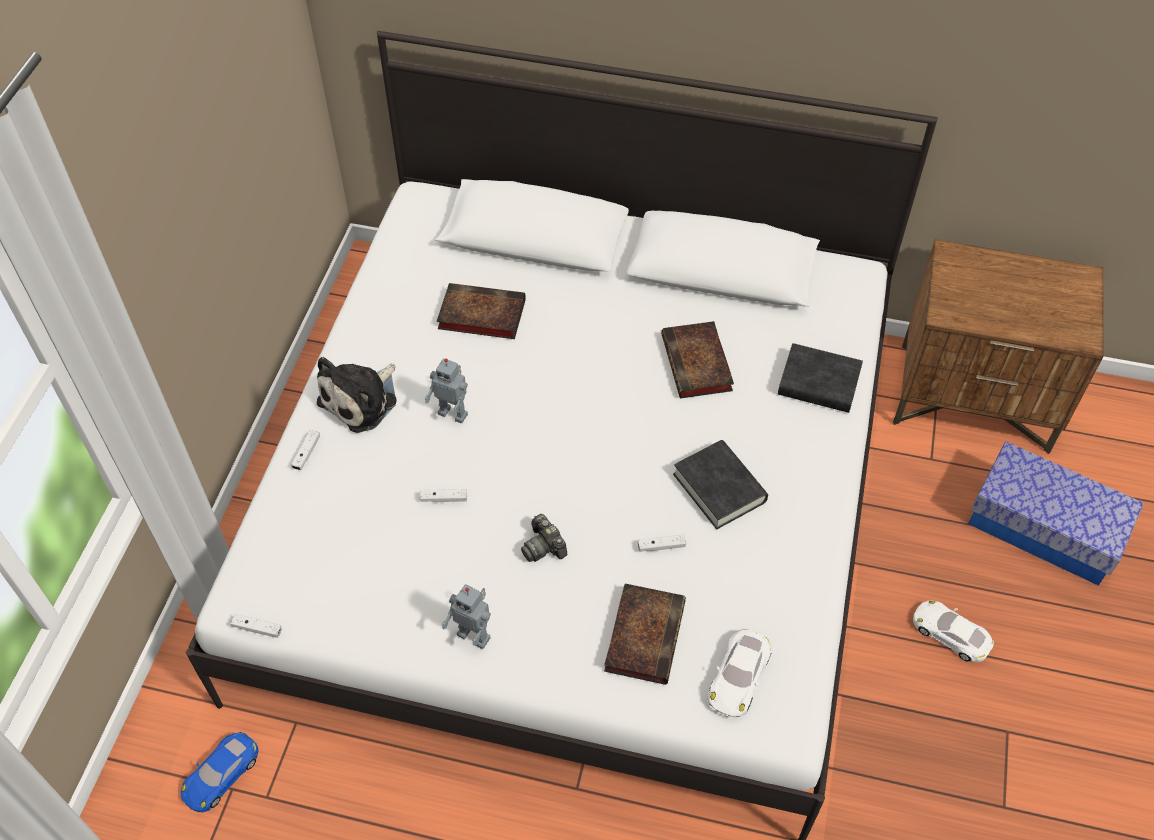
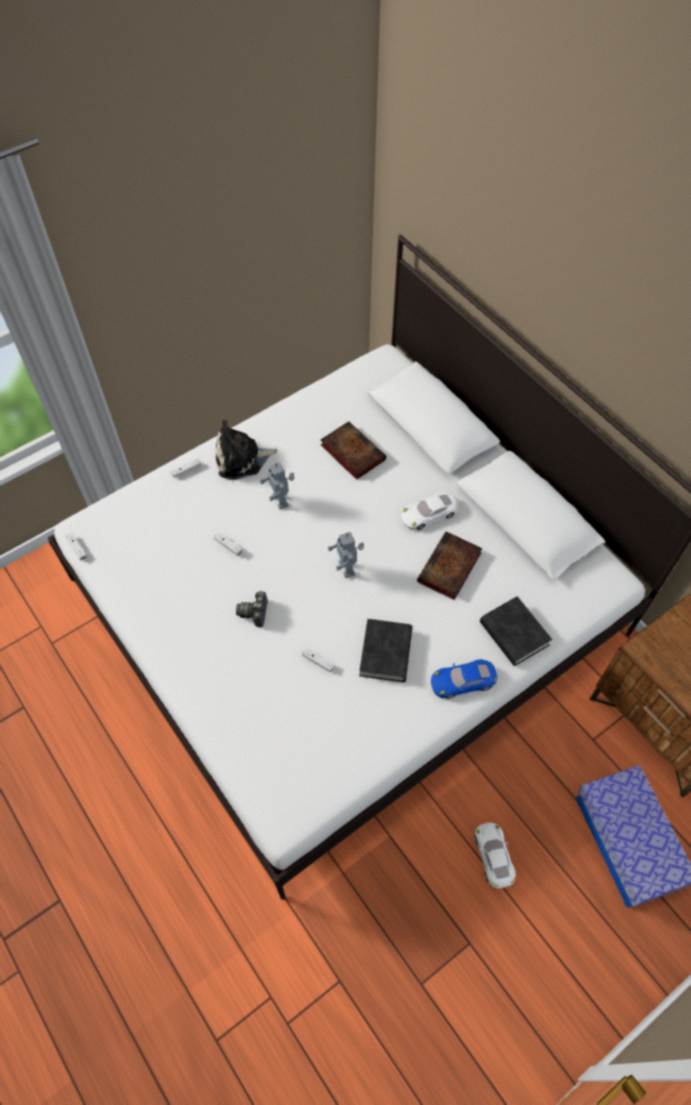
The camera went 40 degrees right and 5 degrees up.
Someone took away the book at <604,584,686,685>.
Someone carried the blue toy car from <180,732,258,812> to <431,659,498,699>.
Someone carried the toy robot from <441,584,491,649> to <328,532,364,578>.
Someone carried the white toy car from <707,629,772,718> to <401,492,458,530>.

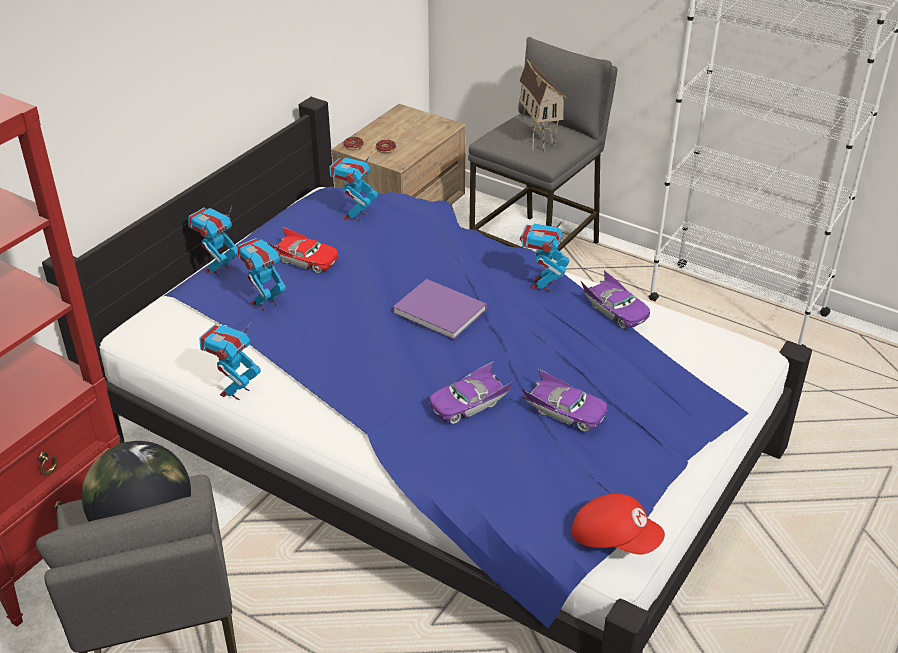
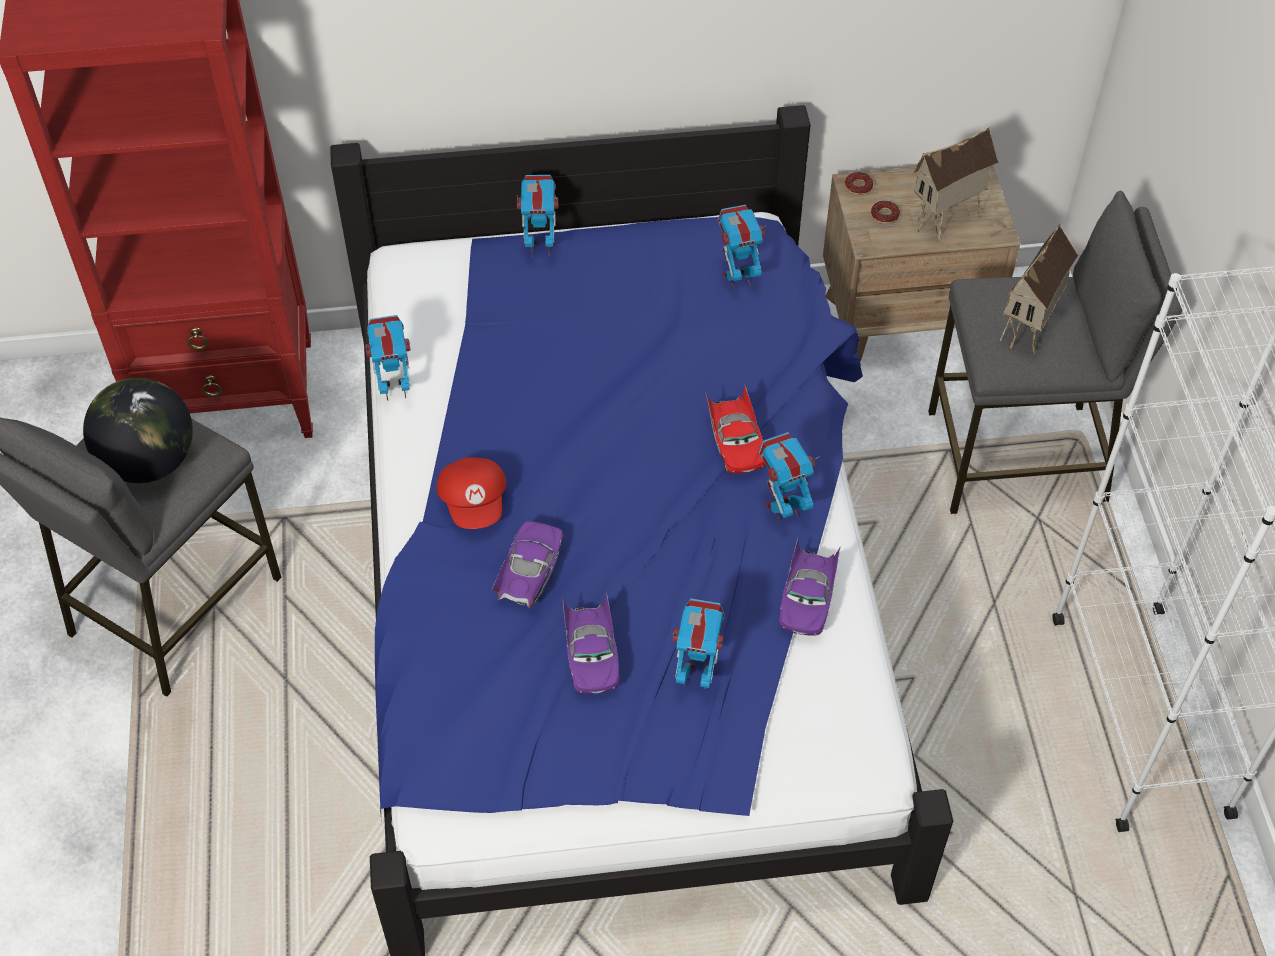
The camera went 50 degrees right and 15 degrees up.
Someone took away the purple book at <393,279,487,339>.
Someone put down the toy house at <914,127,999,242>.
Someone carried the toy robot from <237,238,286,311> to <673,598,725,689>.
Someone carried the red toy car from <266,227,338,274> to <705,385,766,474>.
Someone carried the red cap from <572,494,665,555> to <436,457,507,529>.
Someone rotated the purple toy car at <429,361,514,424> by 90 degrees clockwise.

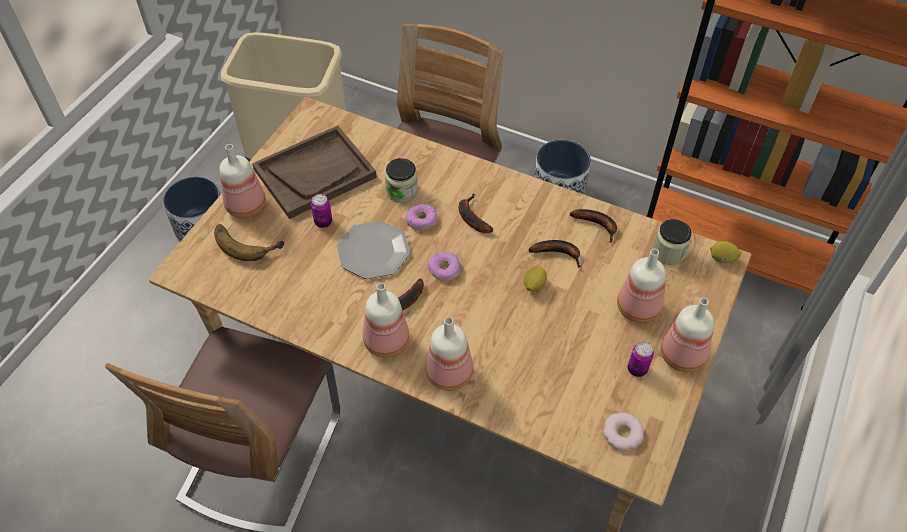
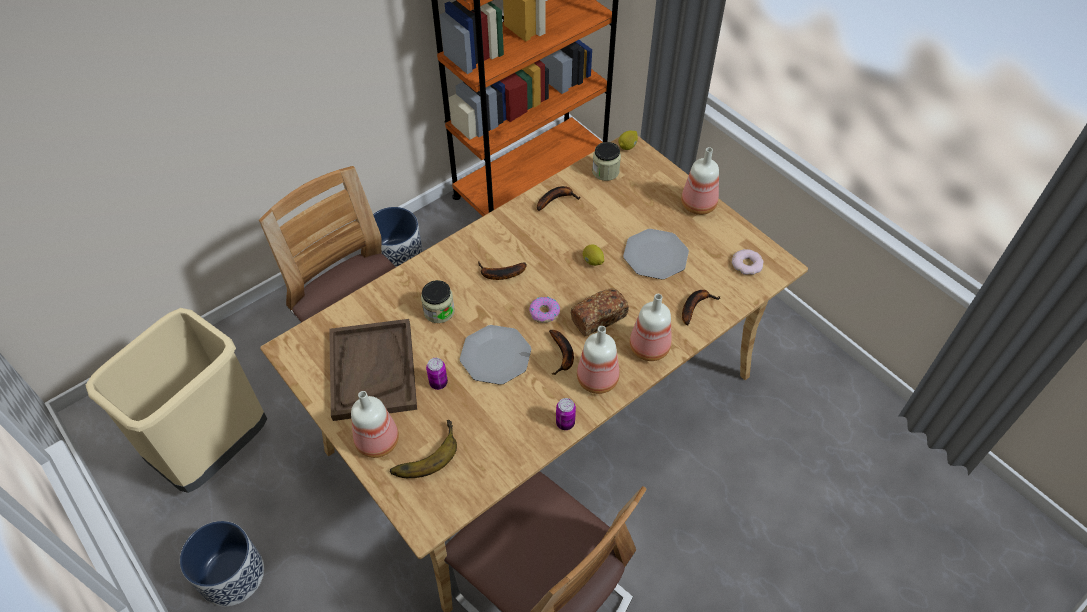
The camera went 65 degrees left and 0 degrees up.
Someone took away the donut at <405,204,437,230>.
Someone took away the bottle at <617,249,666,323>.
Someone put down the bread at <571,288,629,336>.
Someone put down the plate at <623,229,689,279>.
Someone carried the banana from <529,240,581,268> to <682,290,720,325>.
Someone carried the can from <628,342,654,377> to <556,398,576,430>.

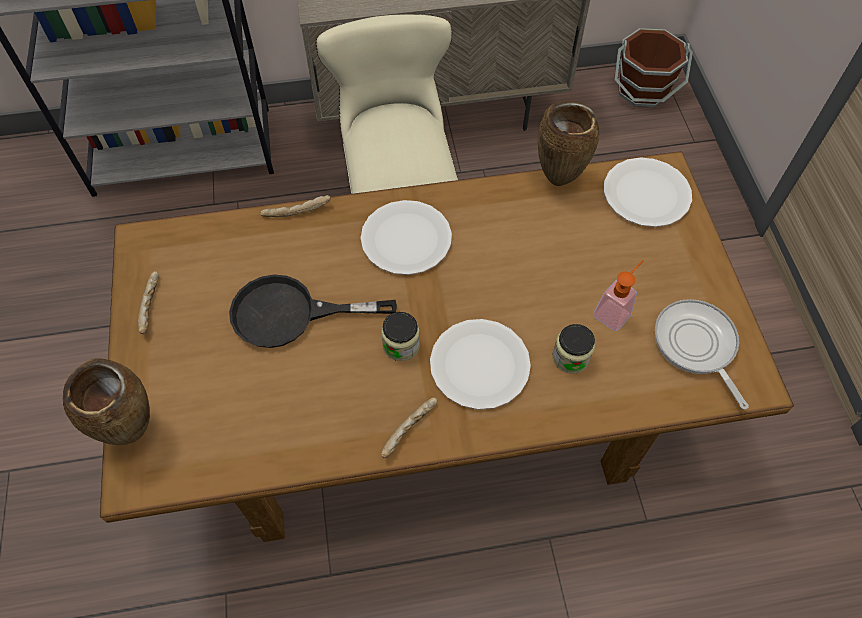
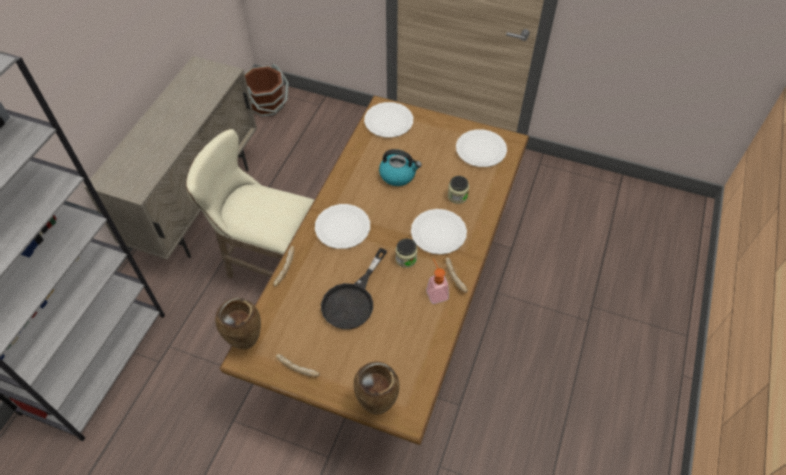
The camera went 60 degrees left and 5 degrees down.
Someone put down the kettle at <379,149,422,186>.
Someone carried the brown vase from <538,101,600,186> to <215,298,261,350>.
Someone carried the soap dispenser from <593,260,644,331> to <426,258,449,304>.
Someone swapped the frying pan at <655,299,749,410> for the white plate at <456,129,507,167>.

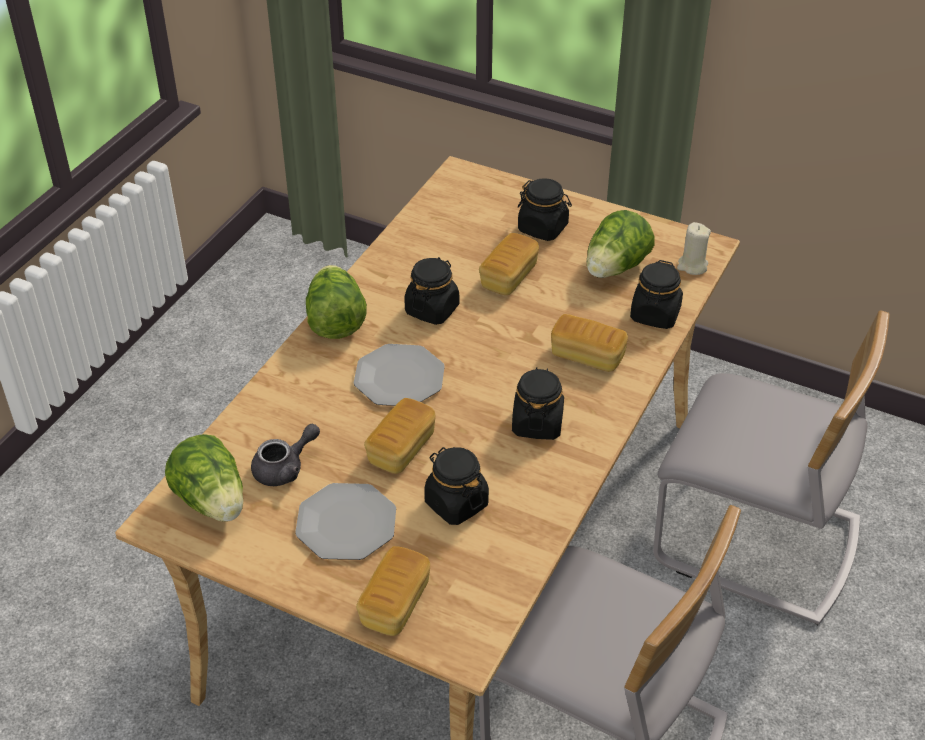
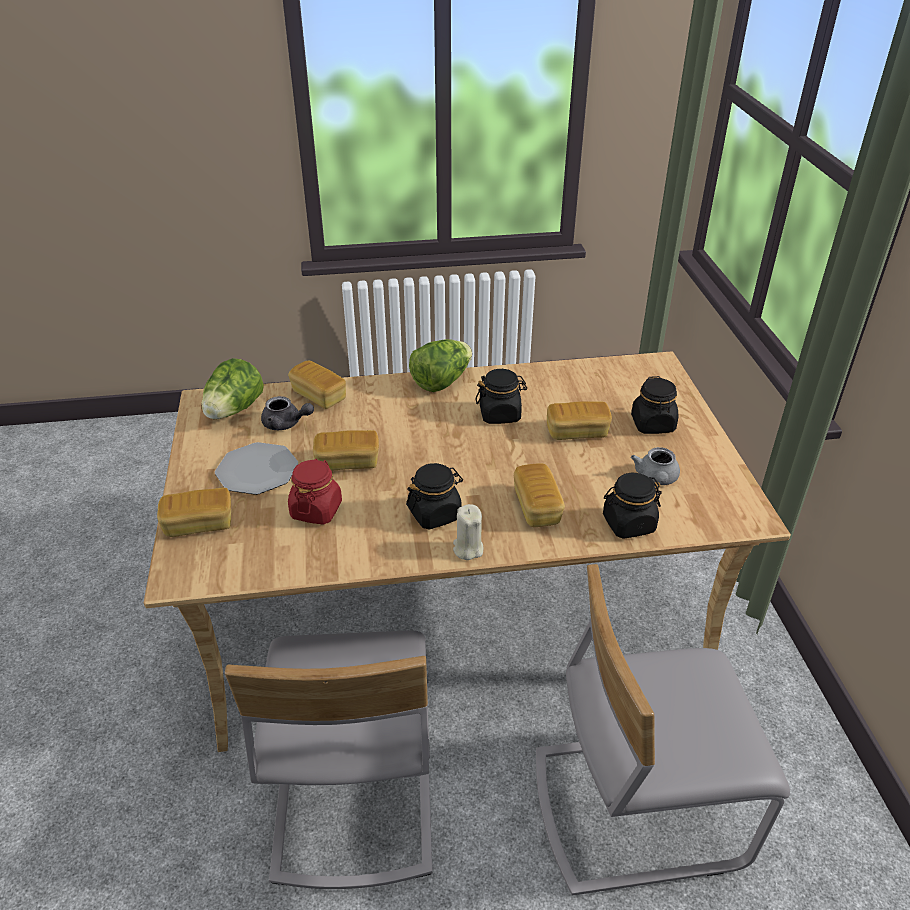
The camera went 55 degrees right and 5 degrees down.
Someone took away the plate at <354,344,445,406>.
Someone put down the bread at <288,361,346,409>.
Someone carried the beige candle from <677,222,711,275> to <453,504,483,560>.
Someone swapped the lettuce at <586,210,655,278> for the grey teapot at <631,447,680,485>.
Someone repainted the black jar at <424,447,489,525>, which became the red jar at <288,459,342,525>.
Someone rotated the grey chair at <653,310,890,625> by 90 degrees clockwise.

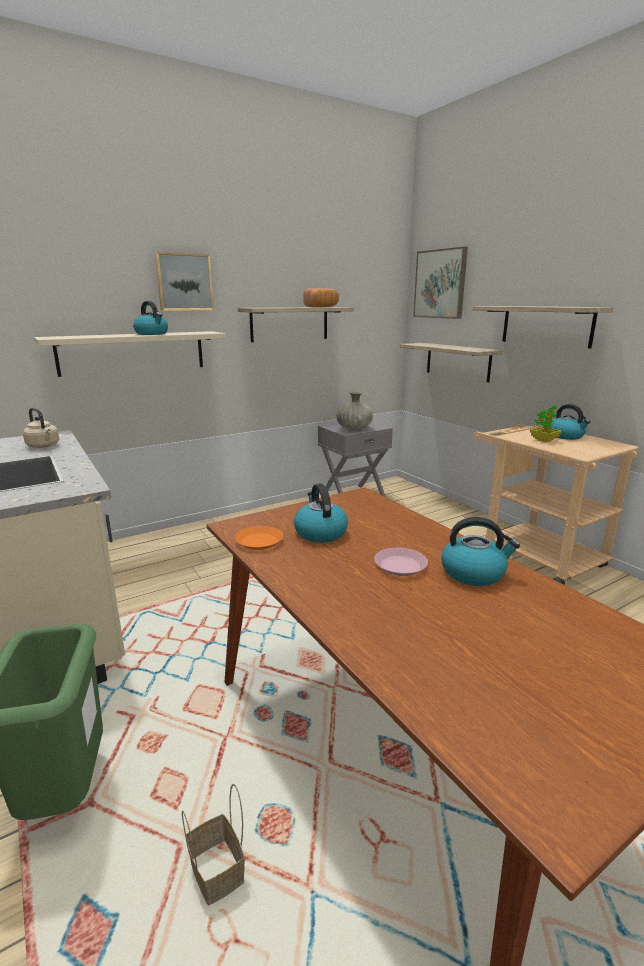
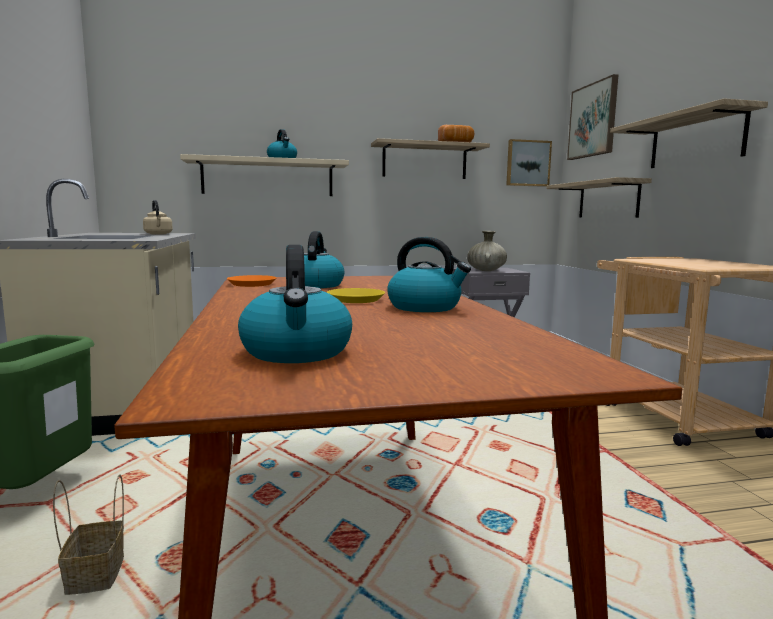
The camera went 20 degrees right and 10 degrees down.
Someone took away the potted plant at <530,405,562,442>.
Someone carried the picture from <155,252,214,311> to <506,139,552,187>.
Someone carried the kettle from <549,404,591,440> to <238,245,352,363>.
Someone repainted the pink plate at <374,548,428,576>, which became the yellow plate at <327,288,385,303>.

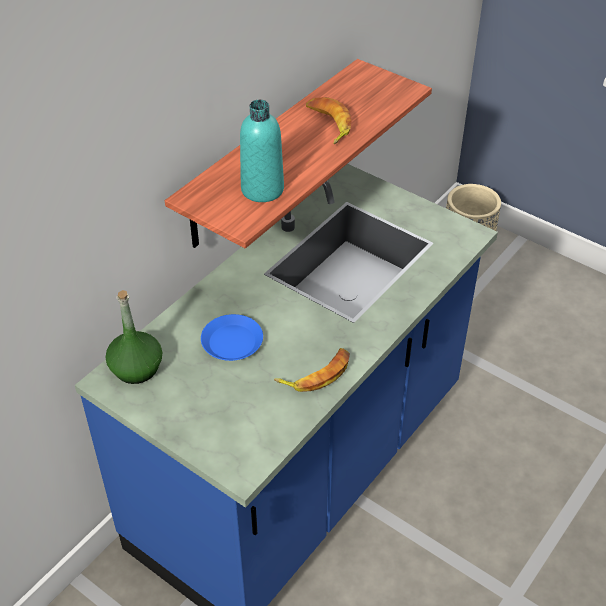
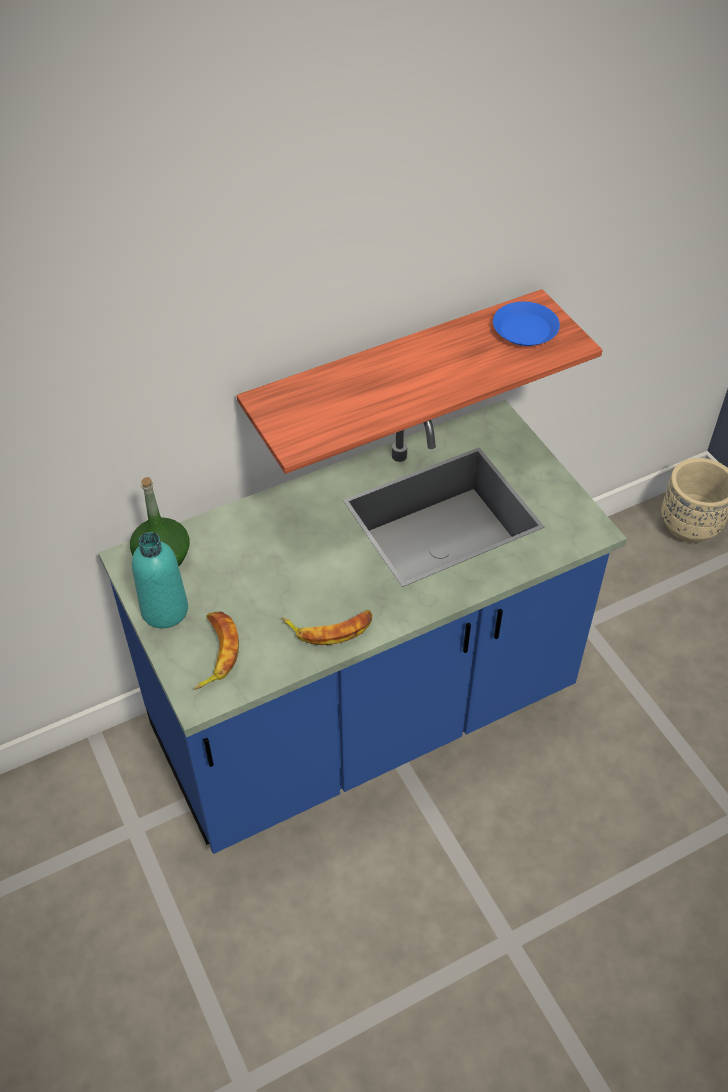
The camera went 25 degrees right and 5 degrees up.
Someone carried the blue plate from <201,314,263,361> to <493,302,560,346>.
Someone carried the turquoise bottle from <240,100,284,202> to <132,532,188,628>.
Someone carried the banana from <306,97,352,144> to <194,612,239,690>.

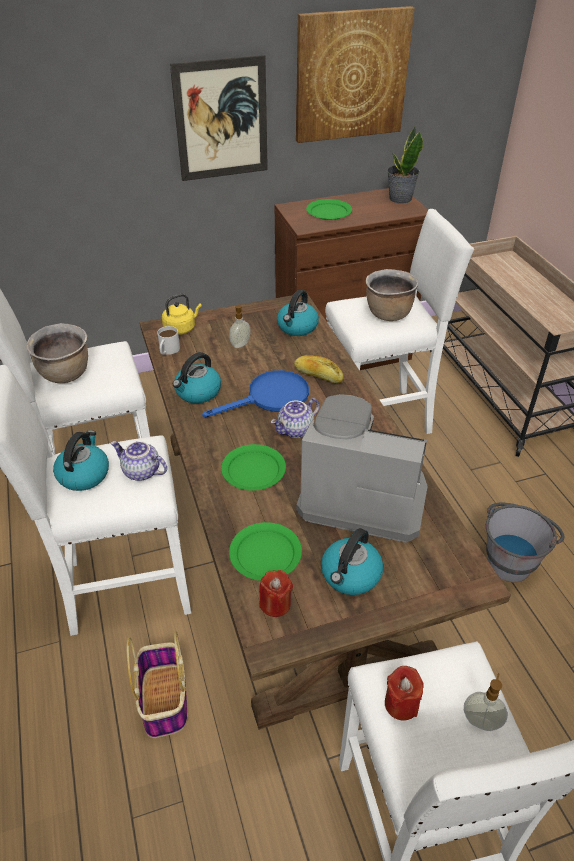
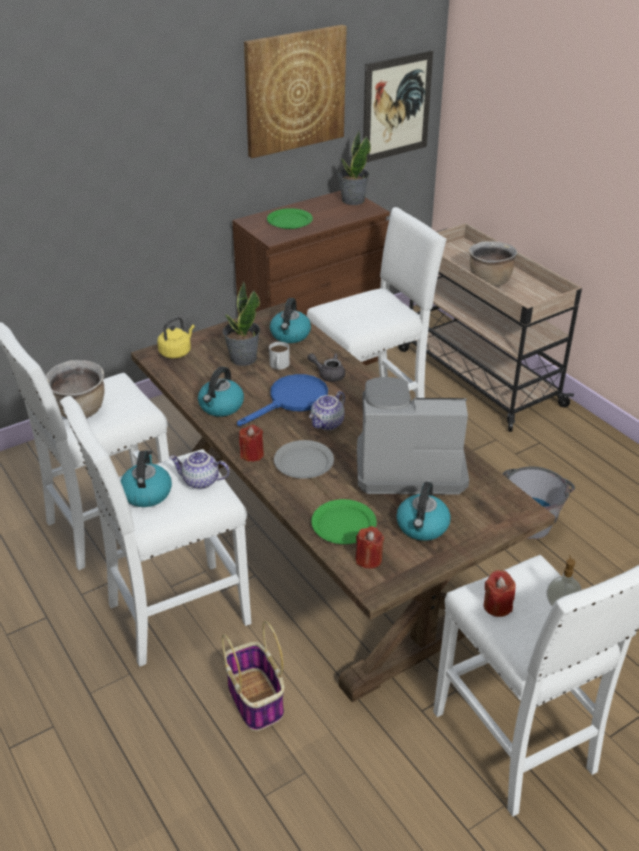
The camera went 15 degrees left and 5 degrees down.
Someone put down the red candle at <239,425,264,462>.
Someone carried the white mug from <157,326,180,355> to <269,342,290,370>.
Someone carried the picture from <170,55,268,181> to <363,50,433,162>.
Someone carried the brown cooking pot from <366,269,418,321> to <469,241,517,287>.
Someone swapped the soap dispenser at <229,305,251,348> for the potted plant at <223,281,260,366>.
Someone swapped the bread at <294,355,344,383> for the grey teapot at <307,353,345,382>.
Someone repainted the green plate at <221,444,286,491>, which became the grey plate at <274,440,334,479>.

